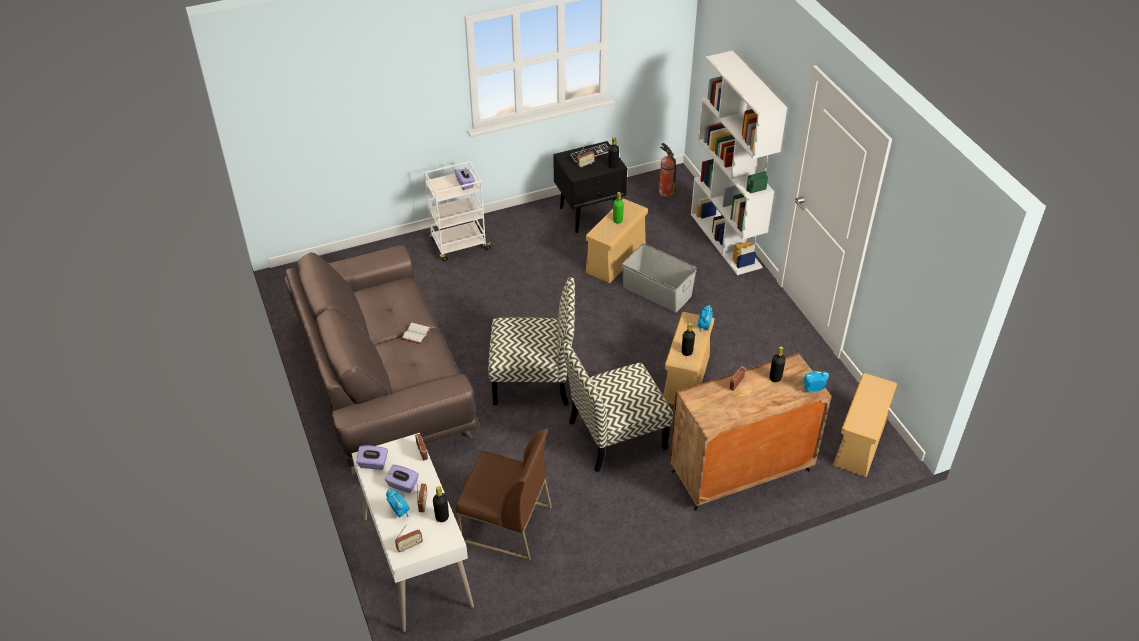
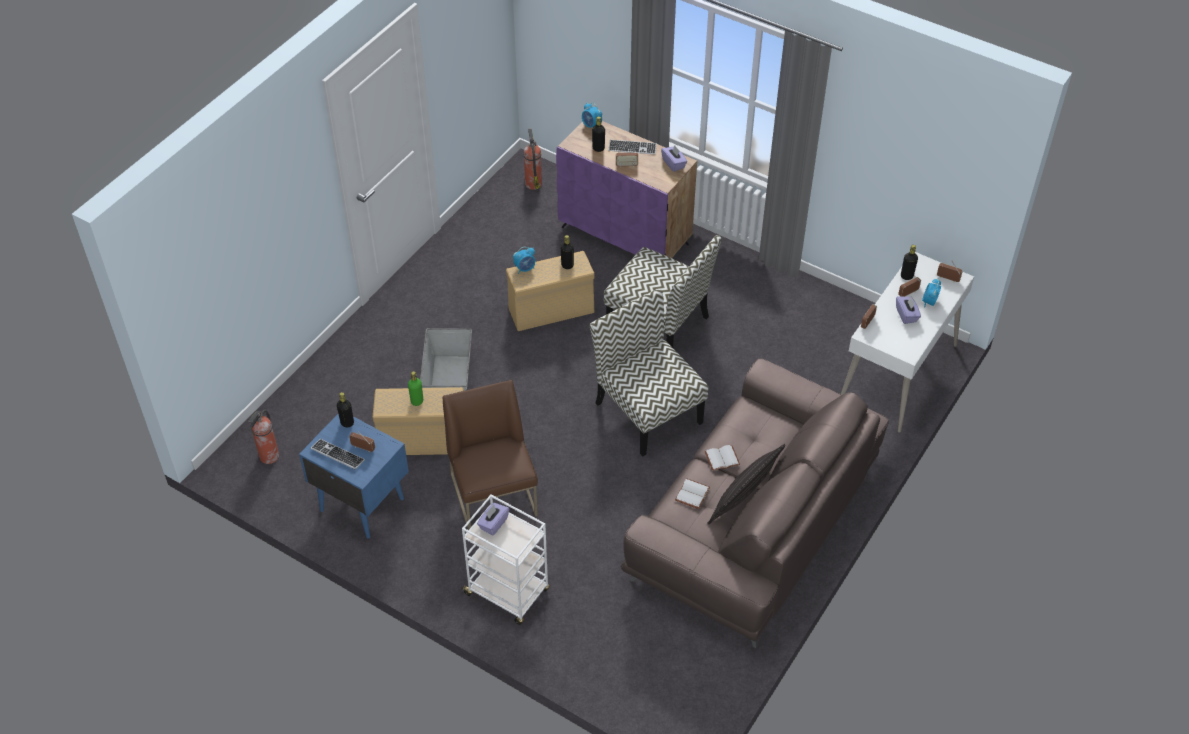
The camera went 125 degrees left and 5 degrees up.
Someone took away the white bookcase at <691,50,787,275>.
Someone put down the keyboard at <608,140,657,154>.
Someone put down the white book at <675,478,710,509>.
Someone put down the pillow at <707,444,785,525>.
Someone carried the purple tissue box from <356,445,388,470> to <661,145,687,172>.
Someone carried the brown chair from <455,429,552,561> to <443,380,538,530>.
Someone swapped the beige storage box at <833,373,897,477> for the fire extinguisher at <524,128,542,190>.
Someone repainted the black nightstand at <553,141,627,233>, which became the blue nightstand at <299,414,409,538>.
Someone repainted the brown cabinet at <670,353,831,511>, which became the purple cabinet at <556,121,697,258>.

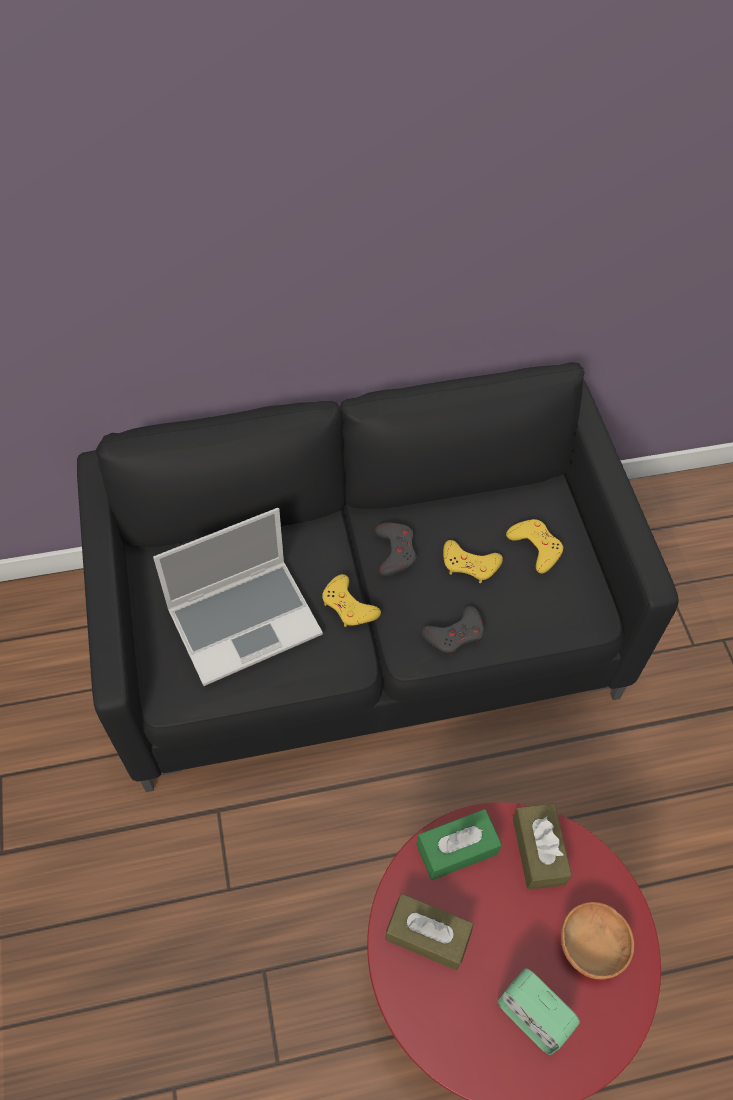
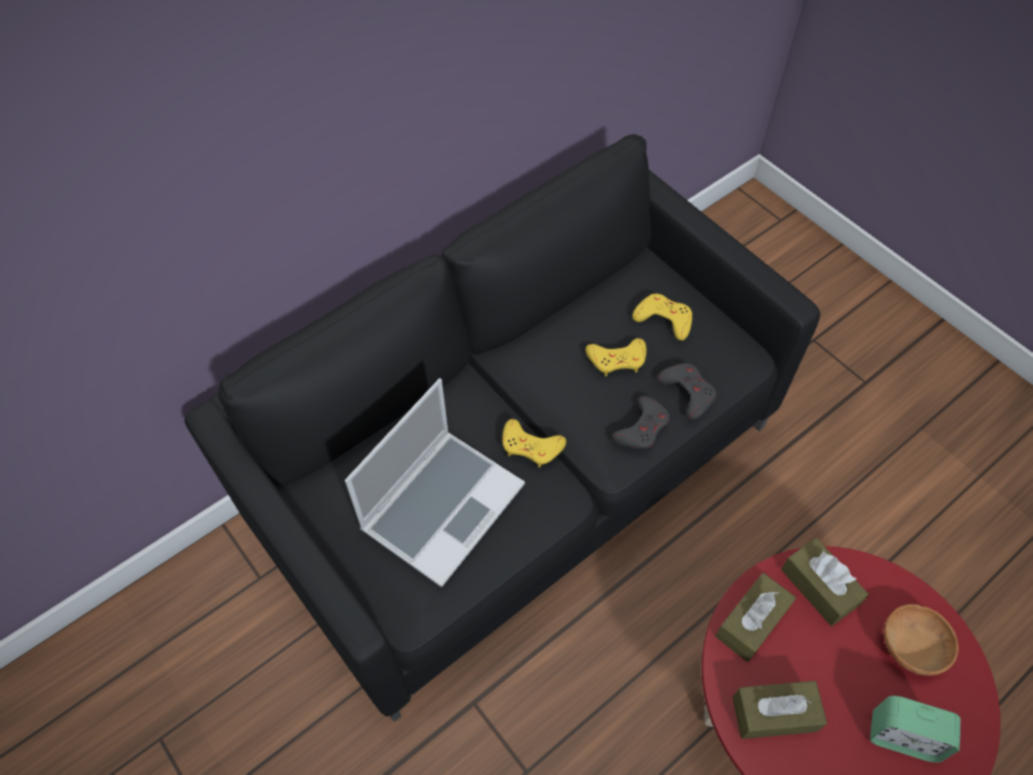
The camera went 25 degrees left and 0 degrees up.
Someone carried the grey game controller from <375,522,416,576> to <657,363,716,420>.
Someone repainted the green tissue box at <416,809,502,880>, which became the brown tissue box at <715,573,796,662>.

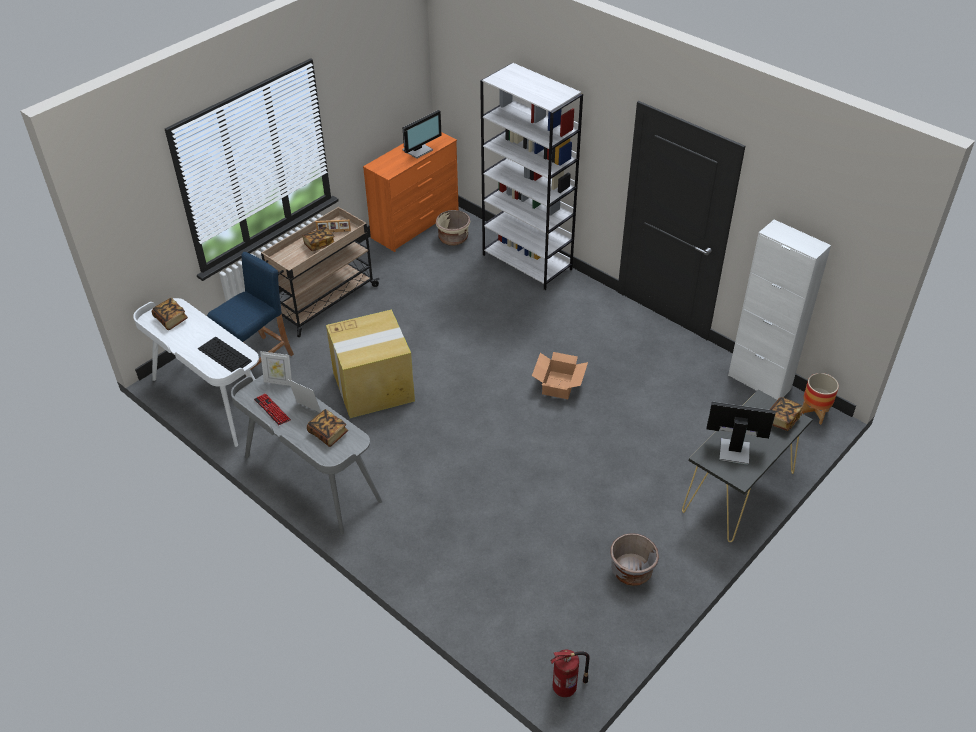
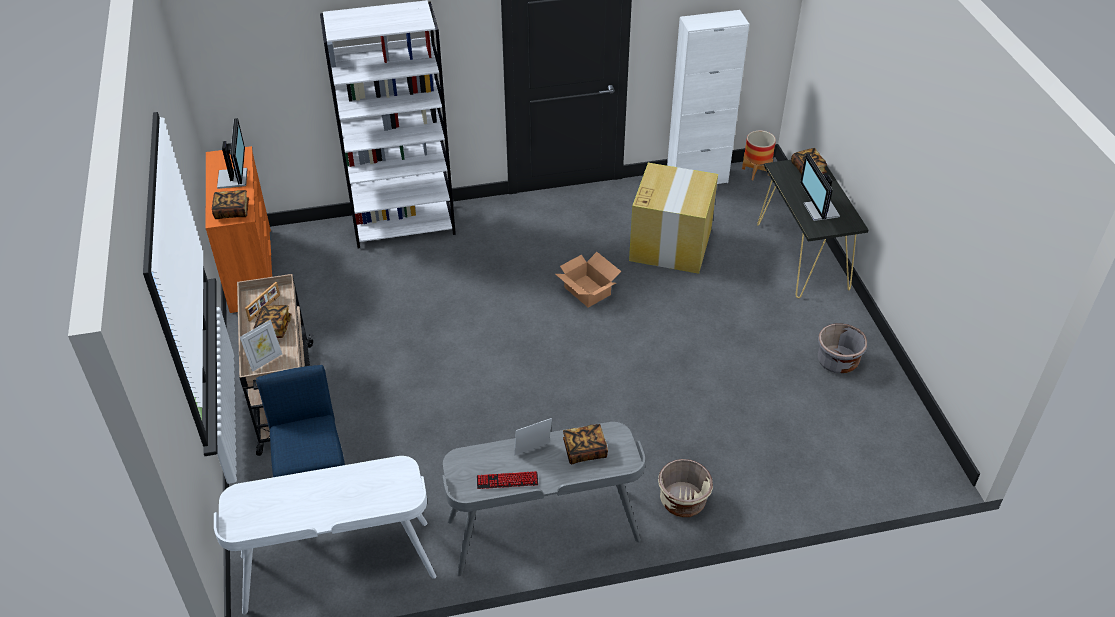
The camera went 55 degrees left and 0 degrees up.
Someone took away the keyboard at <198,337,252,372>.
Someone took away the fire extinguisher at <551,649,590,697>.
Someone carried the book from <152,298,188,330> to <212,190,249,219>.
Someone carried the picture frame from <260,351,292,386> to <240,320,282,372>.
Someone carried the cardboard box from <326,309,415,418> to <629,163,718,274>.
Someone carried the beige planter from <436,210,470,246> to <658,459,713,517>.
Someone rotated the monitor at <706,402,776,465> by 60 degrees counterclockwise.

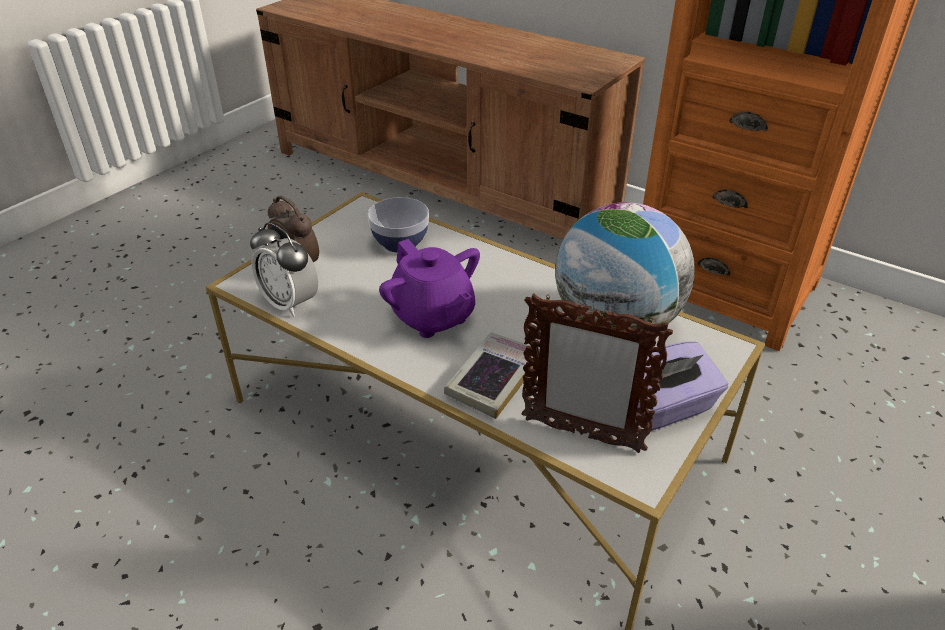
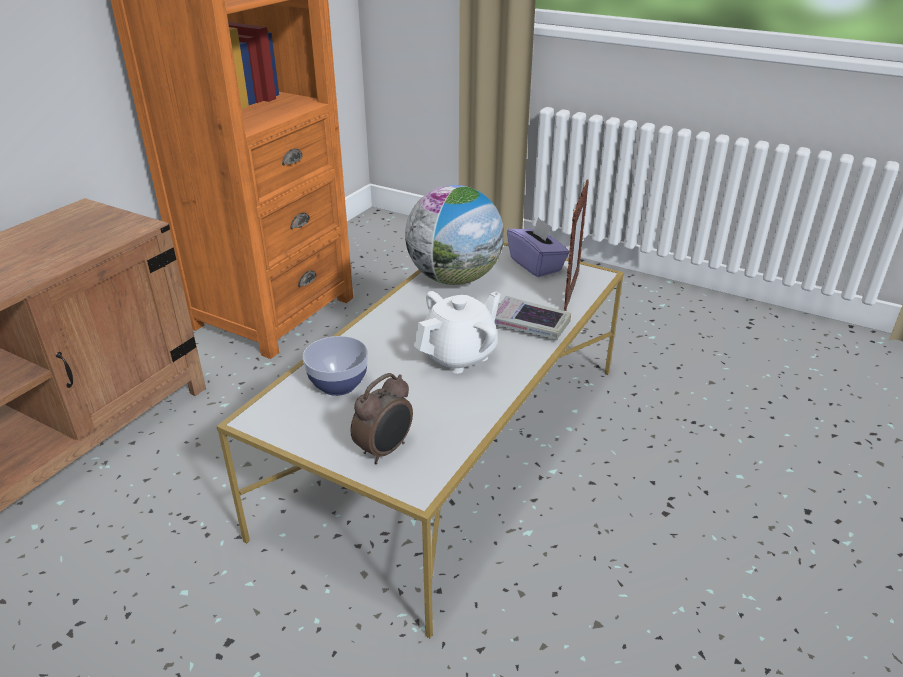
The camera went 95 degrees left and 5 degrees down.
Someone took away the alarm clock at <250,222,318,317>.
Someone repainted the purple teapot at <379,239,480,338>, which became the white teapot at <414,291,500,374>.

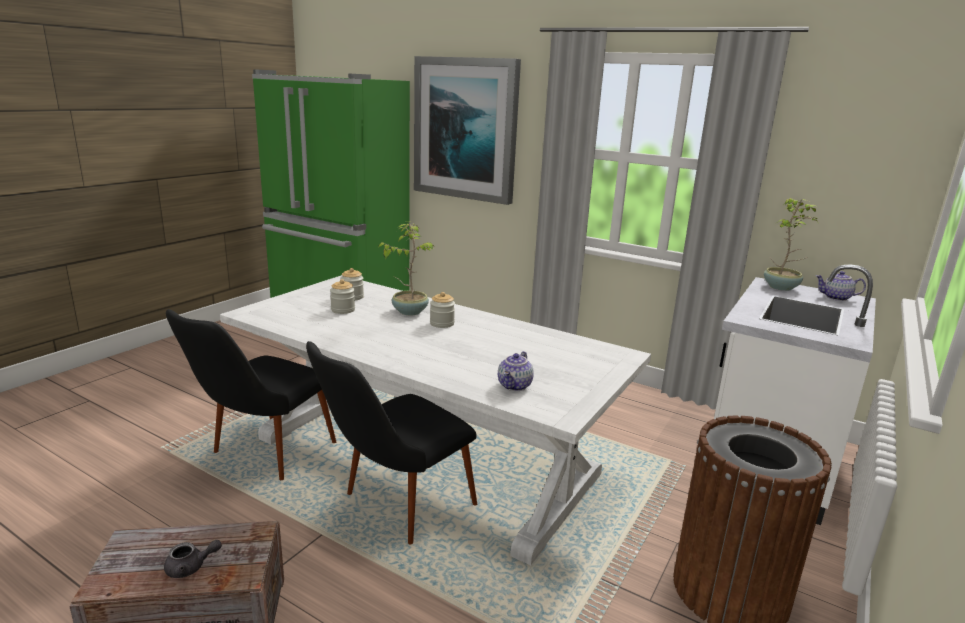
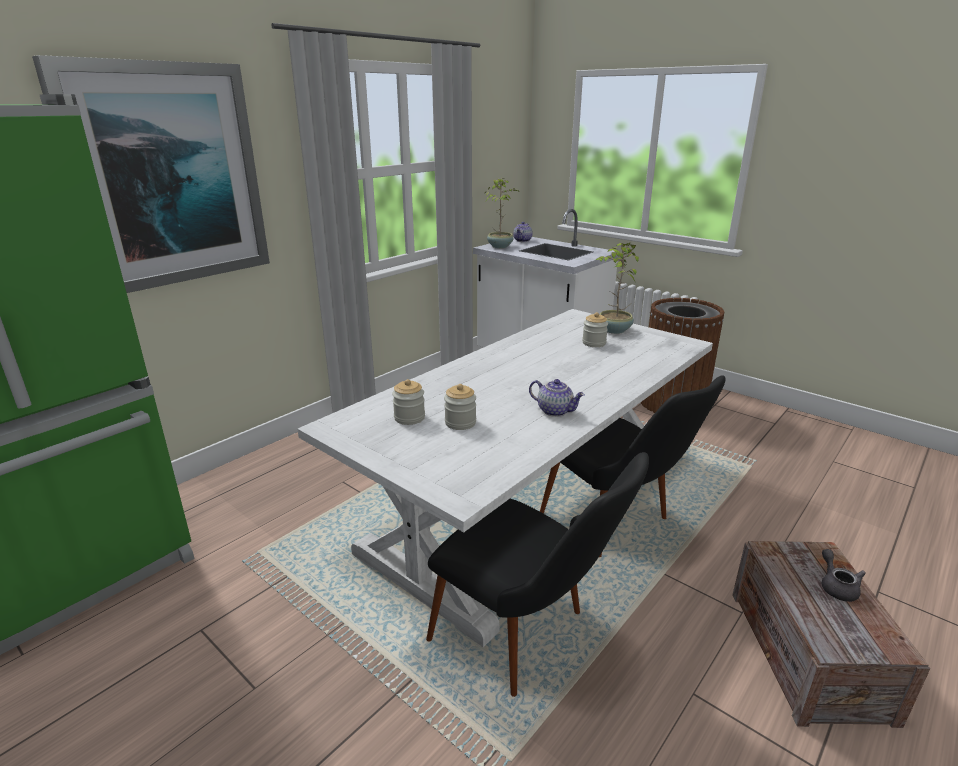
The camera went 80 degrees left and 5 degrees up.
Someone carried the potted plant from <378,223,434,316> to <596,243,639,334>.
Someone carried the jar from <430,292,455,328> to <582,312,608,347>.
Someone carried the teapot from <498,351,534,391> to <529,379,585,417>.

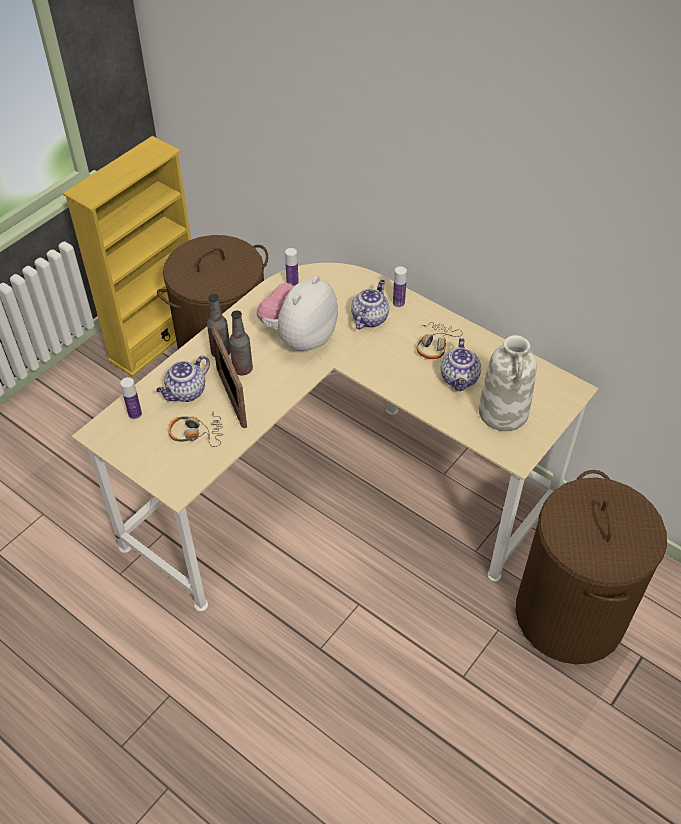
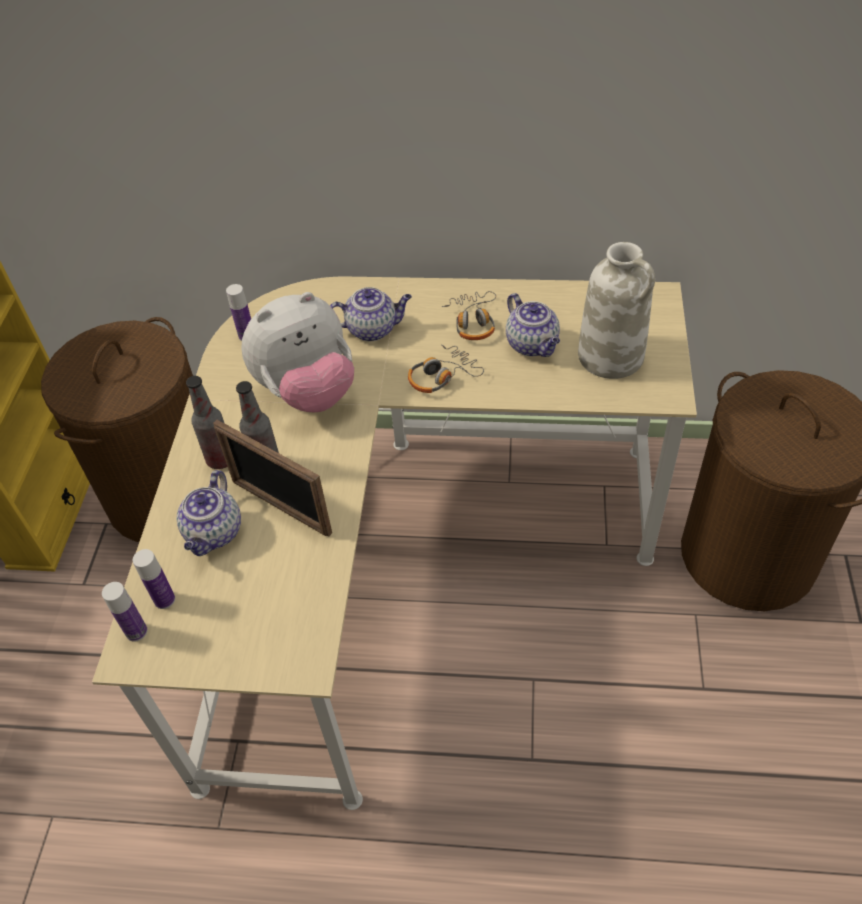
The camera went 30 degrees left and 0 degrees up.
Someone carried the headphones from <168,413,223,447> to <408,344,484,393>.
Someone carried the bottle from <393,266,407,307> to <102,582,148,642>.
Someone rotated the plush toy at <256,276,338,352> by 120 degrees counterclockwise.
Someone rotated the teapot at <351,280,389,330> by 90 degrees clockwise.

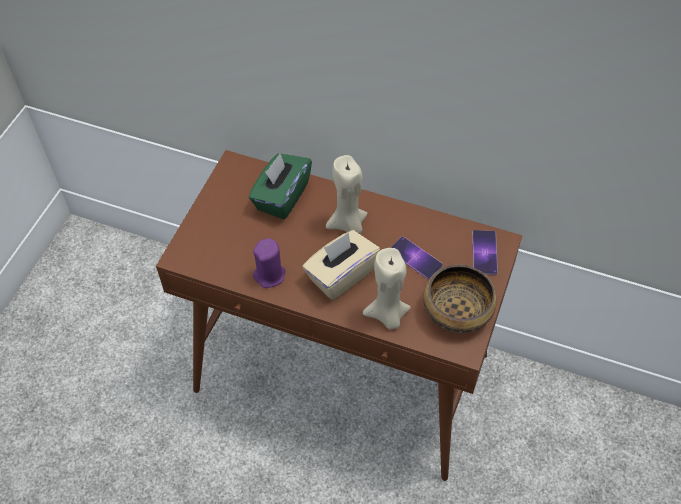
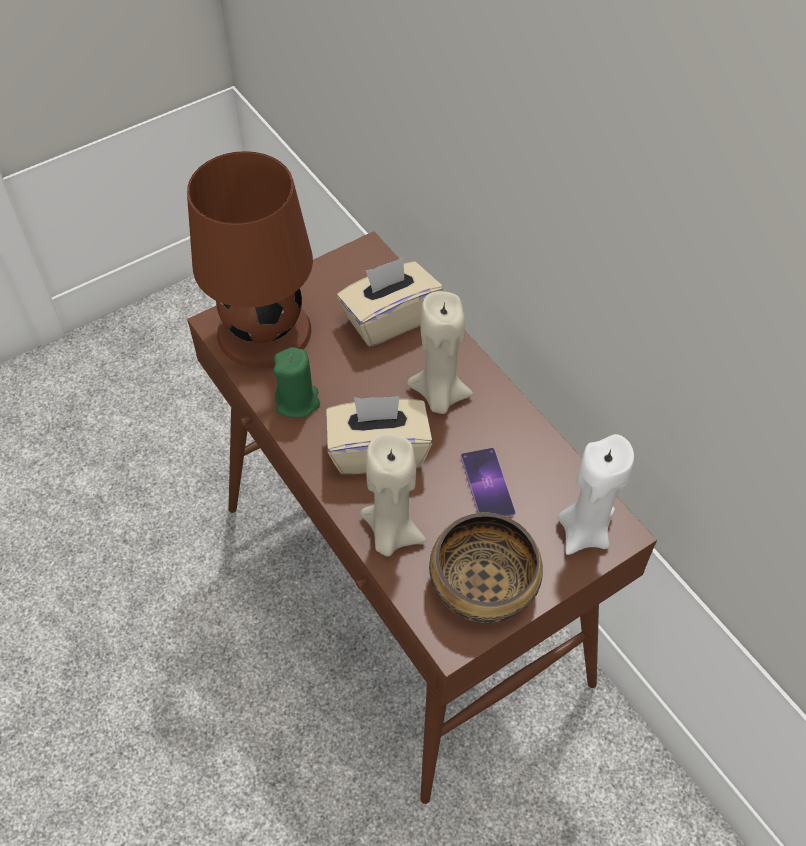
The camera went 35 degrees right and 0 degrees up.
Someone put down the brown table lamp at <187,151,313,369>.
Someone swapped the phone at <472,230,498,275> for the white candle at <557,434,634,555>.
Someone repainted the green tissue box at <249,153,312,219>, which became the beige tissue box at <337,257,443,347>.
Someone repainted the purple candle at <253,238,286,288>, which became the green candle at <274,347,320,418>.

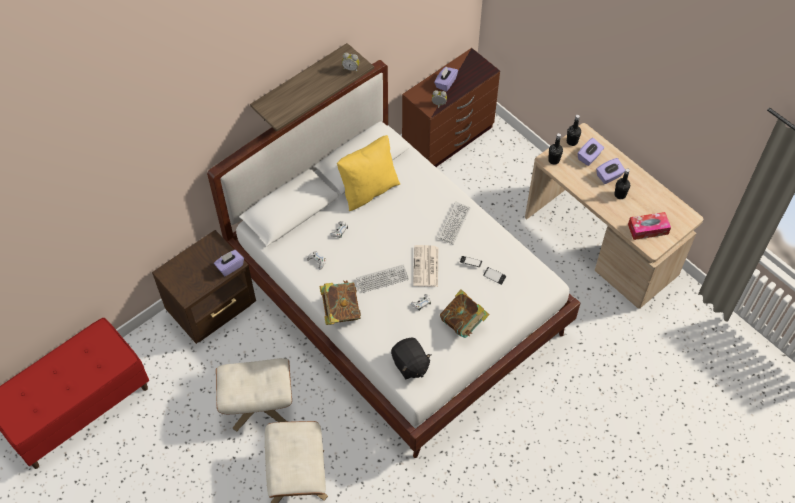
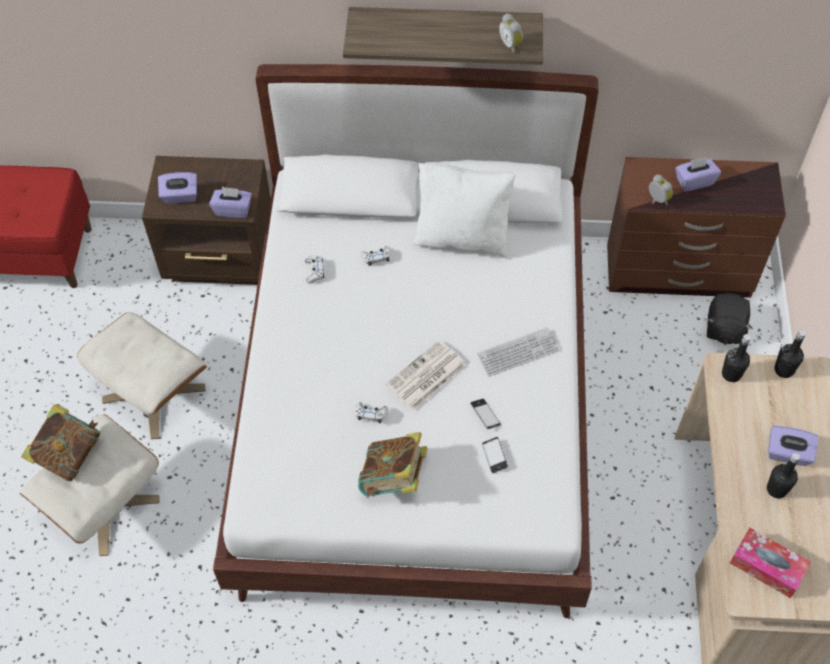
The camera went 45 degrees right and 0 degrees up.
Someone took away the keyboard at <356,264,409,293>.
Someone carried the book from <320,280,361,325> to <21,404,101,481>.
Someone carried the black plush toy from <391,338,431,379> to <707,293,752,345>.
Someone carried the purple tissue box from <578,138,604,166> to <158,172,197,204>.
Someone repainted the yellow pillow at <337,135,400,211>, which became the white pillow at <413,163,516,258>.

